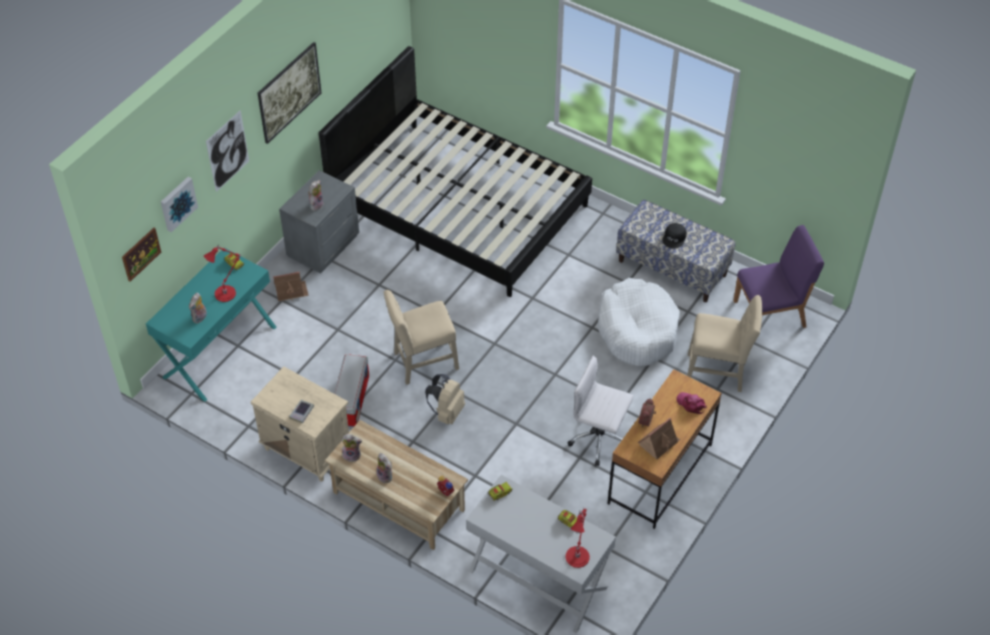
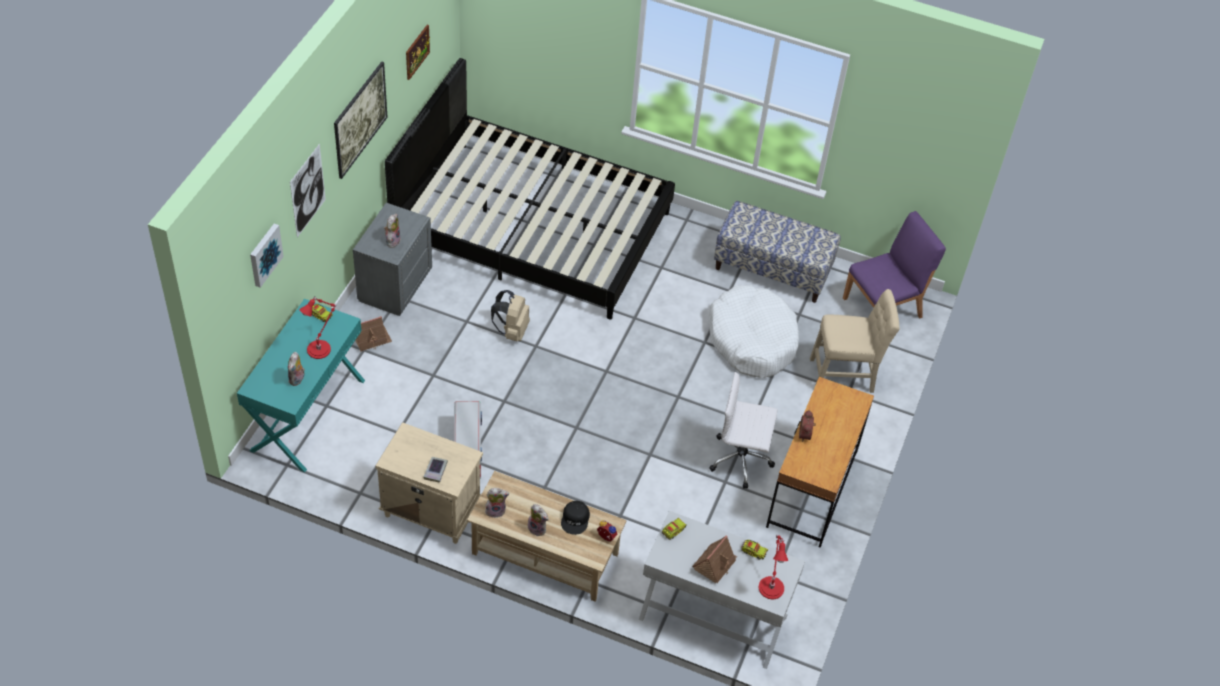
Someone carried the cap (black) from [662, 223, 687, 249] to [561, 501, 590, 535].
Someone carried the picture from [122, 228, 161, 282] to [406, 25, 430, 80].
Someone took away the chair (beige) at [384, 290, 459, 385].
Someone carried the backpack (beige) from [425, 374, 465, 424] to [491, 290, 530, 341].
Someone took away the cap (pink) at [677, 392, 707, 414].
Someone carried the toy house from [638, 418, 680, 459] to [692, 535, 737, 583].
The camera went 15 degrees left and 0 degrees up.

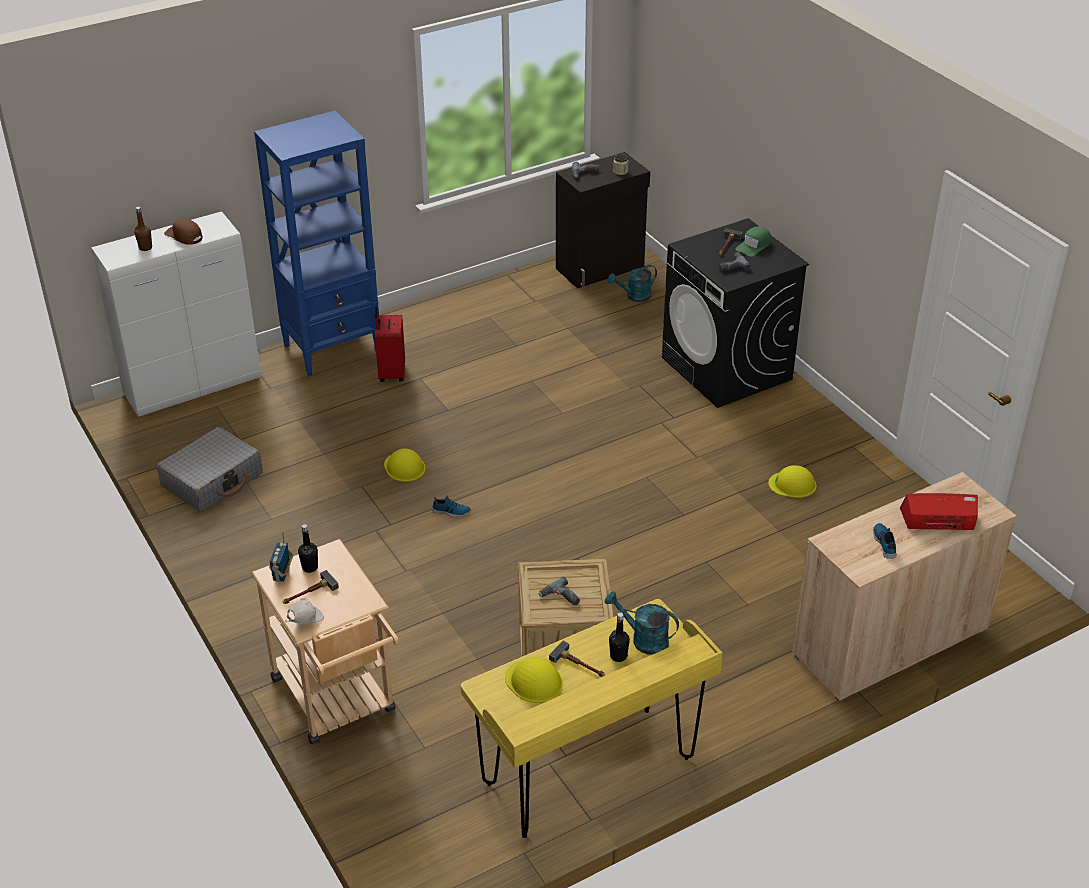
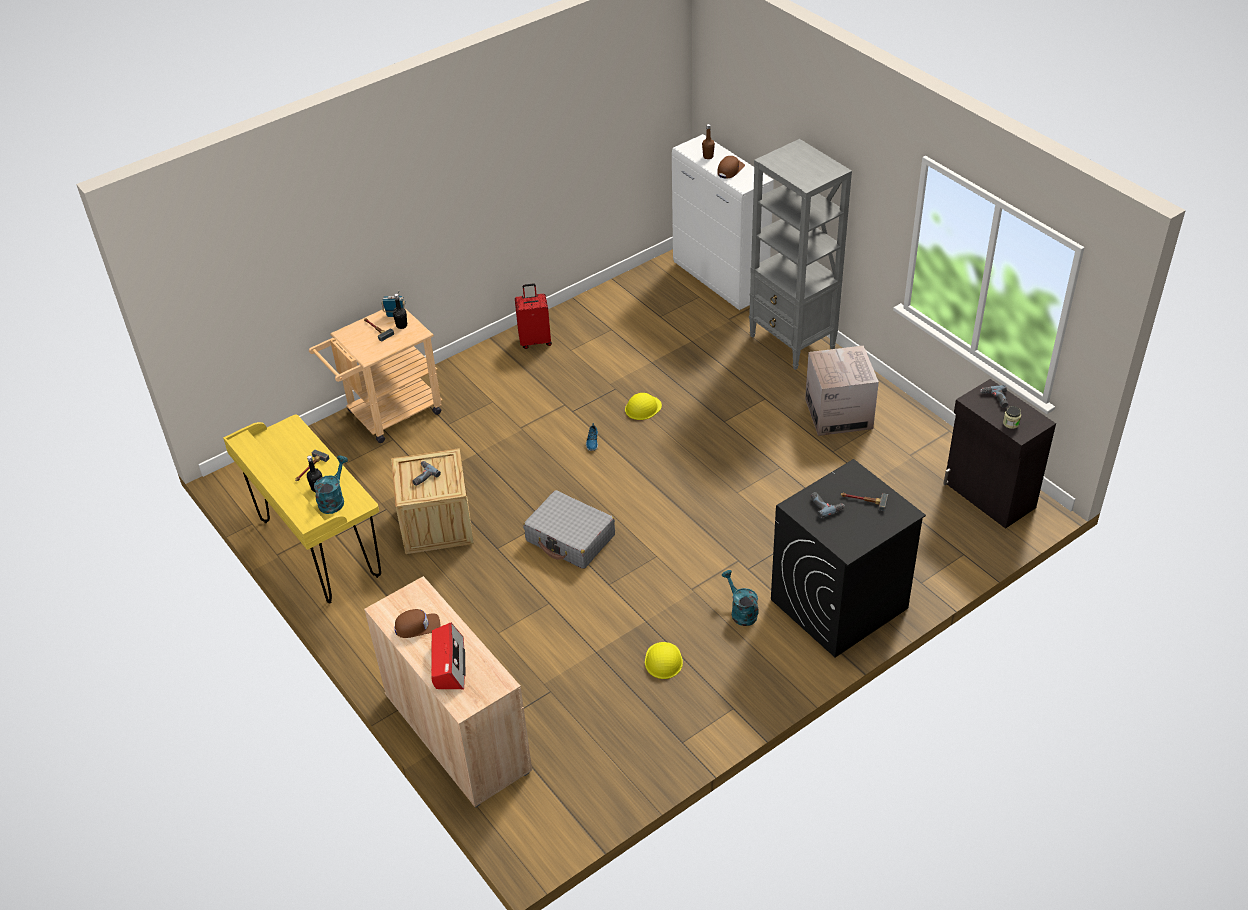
Someone repainted the bookcase (blue) at [254, 111, 379, 376], which became the bookcase (grey) at [749, 139, 852, 370].
Someone took away the cap (green) at [736, 227, 771, 257].
Someone carried the watering can (turquoise) from [608, 265, 657, 302] to [721, 570, 759, 626].
Someone carried the suitcase (red) from [375, 307, 405, 382] to [515, 283, 552, 349].
Someone carried the suitcase (grey) from [156, 427, 263, 512] to [523, 490, 615, 569].
Someone swapped the shoe at [873, 523, 896, 559] for the cap (brown) at [395, 609, 441, 638].
Someone took away the cap (white) at [285, 600, 324, 625].
Someone took away the hard hat (yellow) at [505, 657, 563, 703].
Someone put down the cardboard box at [805, 345, 879, 436].
The camera went 85 degrees right and 5 degrees up.

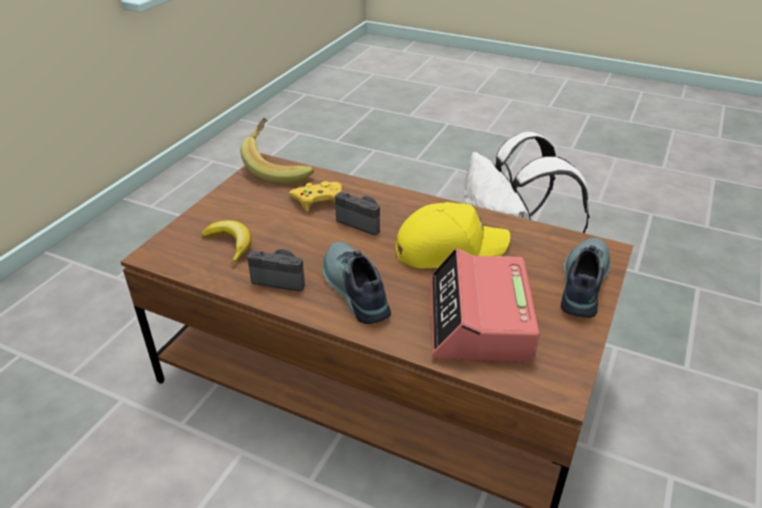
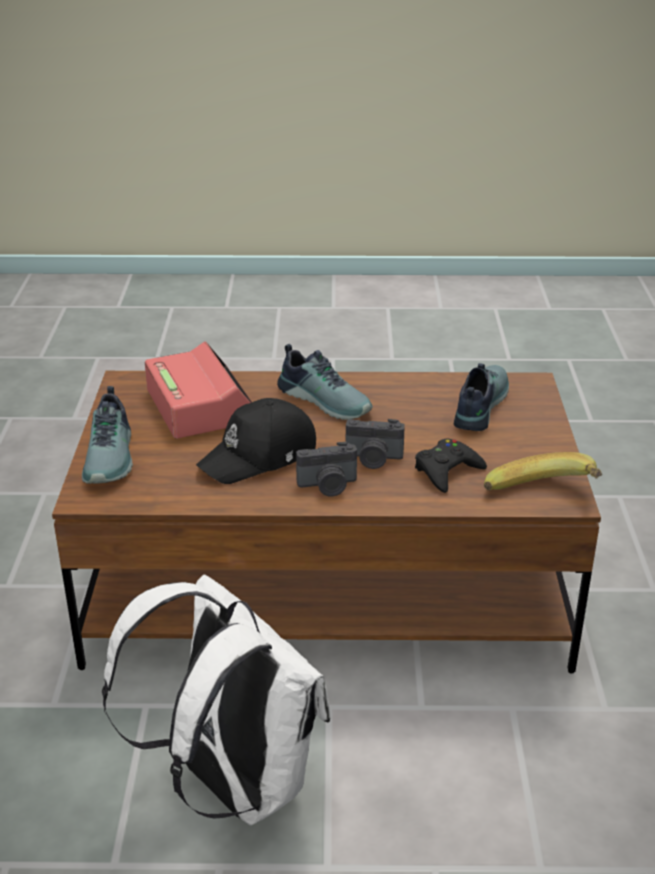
Someone repainted the game controller (yellow) at [289, 181, 342, 211], which became the game controller (black) at [415, 438, 487, 493].
Someone repainted the cap (yellow) at [396, 202, 510, 268], which became the cap (black) at [196, 398, 316, 484].
Someone swapped the banana at [201, 220, 252, 265] for the shoe at [454, 363, 509, 431].
Someone carried the photo camera from [247, 249, 305, 291] to [296, 442, 357, 496].
The camera went 155 degrees right and 5 degrees down.

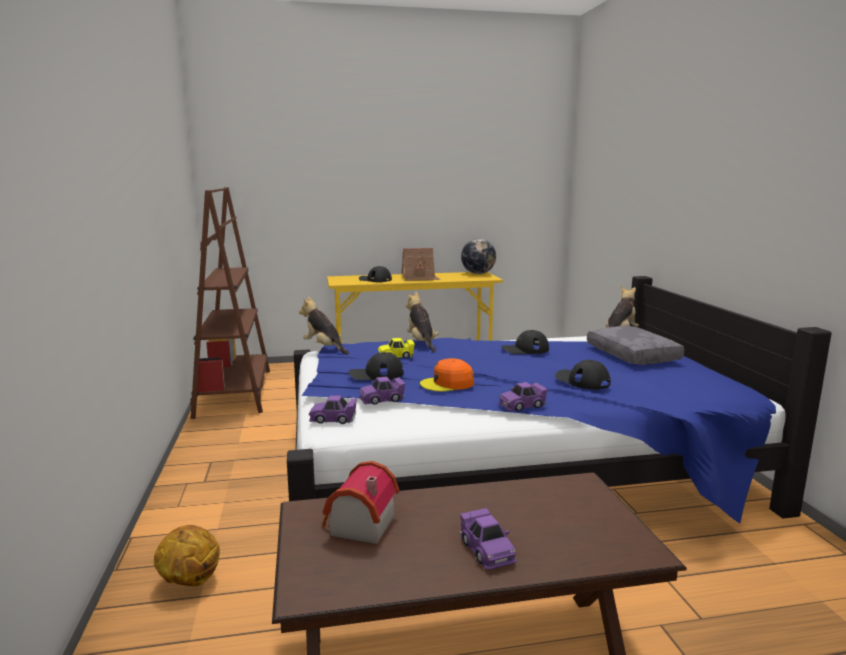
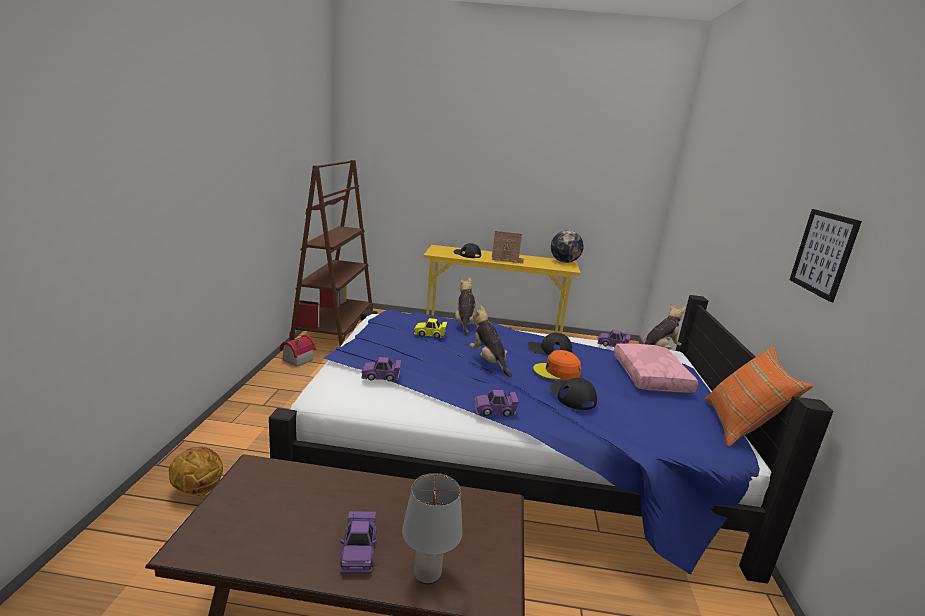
Someone carried the plush toy from [299, 297, 349, 355] to [469, 305, 512, 377].
Someone repainted the pillow (grey) at [587, 326, 684, 365], which became the pillow (pink) at [614, 343, 698, 393].
Someone took away the cap (black) at [349, 352, 404, 380].
Someone carried the cap (orange) from [420, 358, 474, 392] to [533, 350, 581, 380].
Someone carried the toy car (purple) from [309, 395, 357, 424] to [598, 330, 631, 347].
Someone carried the toy house from [322, 461, 399, 544] to [280, 335, 316, 367].
Someone put up the picture at [790, 209, 862, 302].
Someone put down the pillow (orange) at [705, 346, 813, 447].
Someone put down the table lamp (grey) at [402, 473, 463, 584].
The camera went 15 degrees right and 5 degrees up.

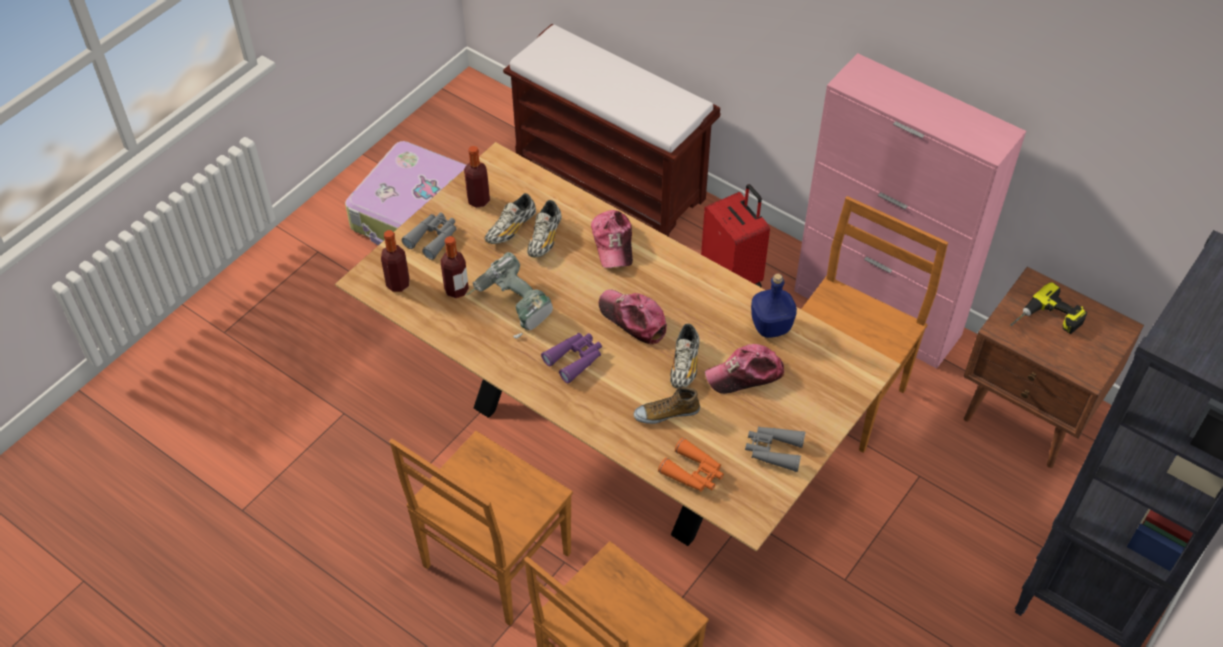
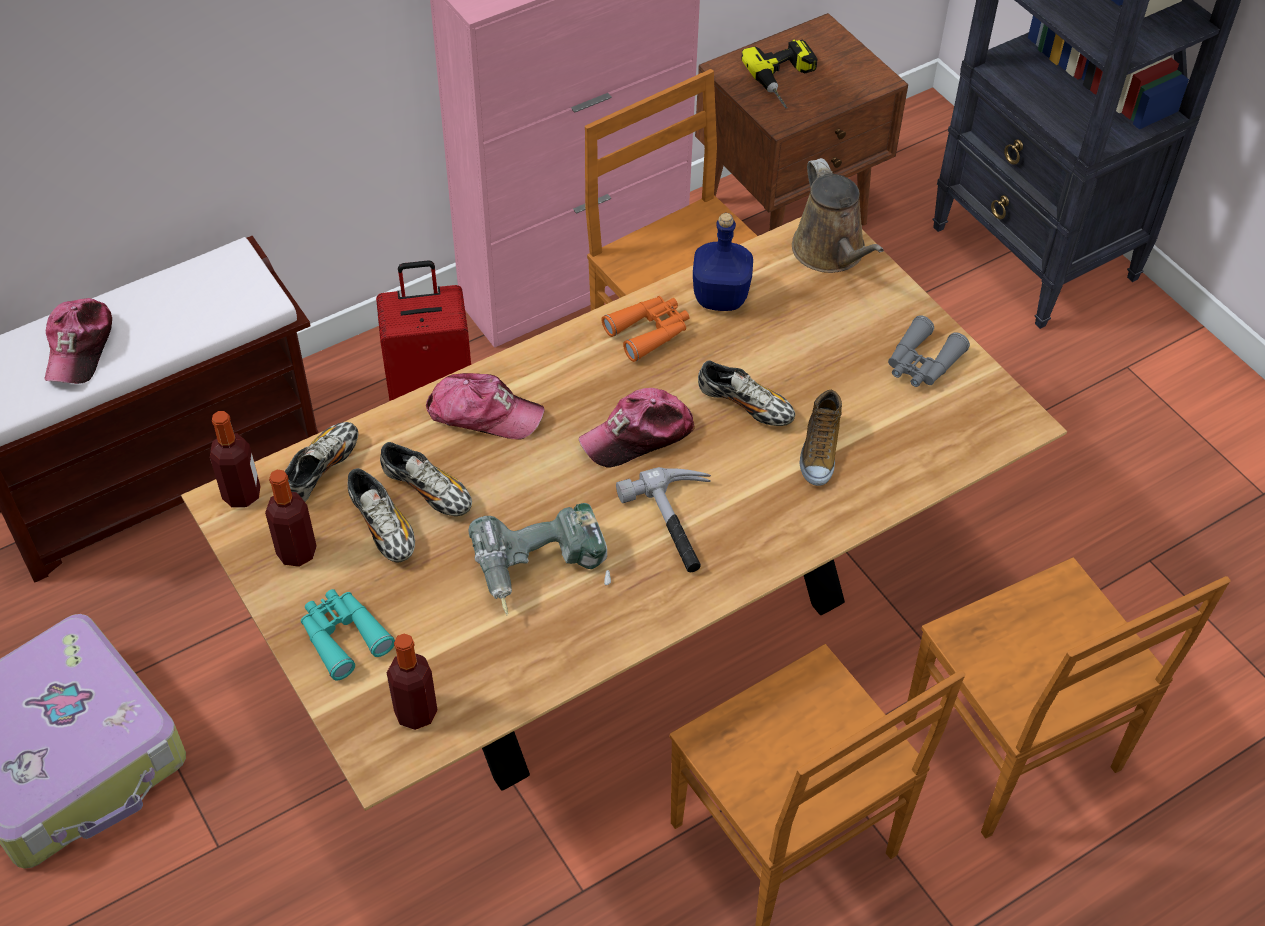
Someone repainted the binoculars (grey) at [401, 212, 456, 260], which became the binoculars (turquoise) at [301, 589, 395, 681].
Someone carried the bottle from [440, 236, 469, 298] to [210, 411, 260, 508].
Someone swapped the binoculars (purple) at [541, 333, 602, 384] for the hammer at [616, 467, 711, 572].
Someone carried the cap from [705, 344, 784, 394] to [44, 298, 112, 384].
Someone carried the binoculars (orange) from [658, 438, 724, 492] to [602, 296, 689, 362].
Someone put down the watering can (brown) at [792, 158, 884, 273].
Someone put down the shoe at [285, 422, 358, 502].
The camera went 70 degrees left and 0 degrees up.

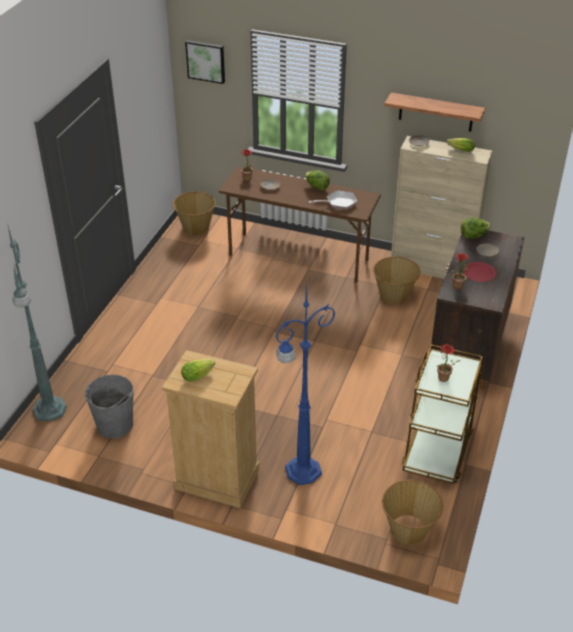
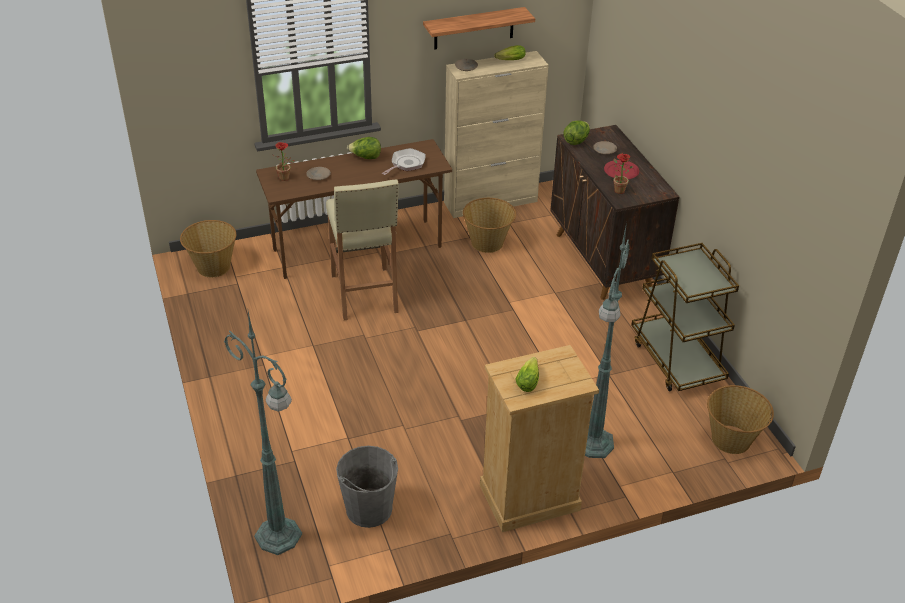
Someone took away the picture at [185, 40, 225, 84].
Someone repainted the floor lamp (blue) at [276, 284, 336, 485], which became the floor lamp (green) at [585, 222, 630, 458].
Someone took away the potted plant at [437, 344, 460, 382].
Someone put down the stool (beige) at [326, 179, 399, 320].
The camera went 40 degrees left and 0 degrees up.

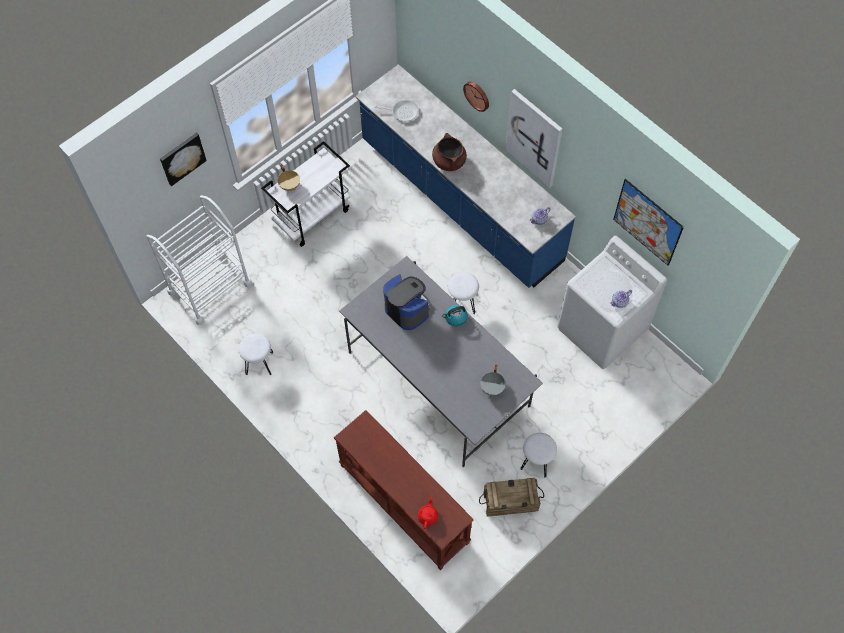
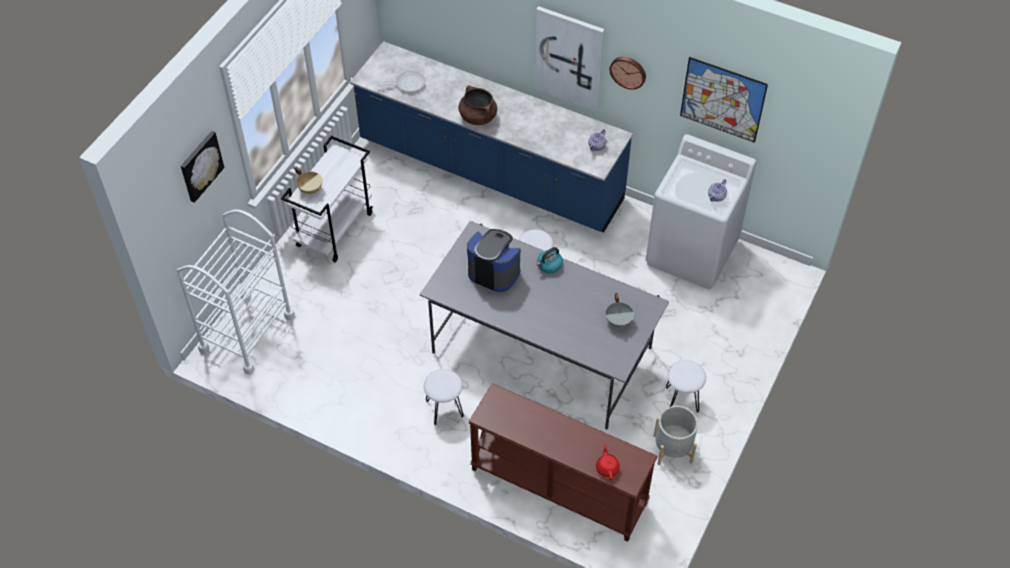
Someone carried the wall clock from [463, 82, 489, 112] to [609, 57, 646, 90].
Someone carried the stool (white) from [239, 334, 273, 375] to [424, 369, 464, 425].
Someone swapped the crate at [479, 478, 544, 517] for the planter (grey) at [654, 406, 698, 465].
The camera went 20 degrees left and 10 degrees down.

